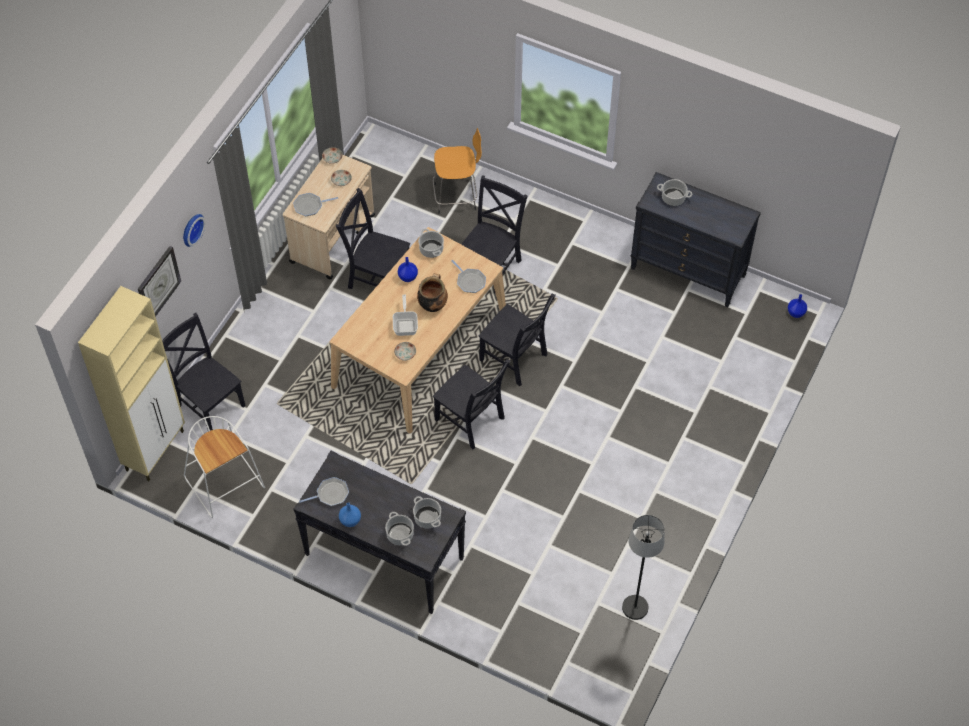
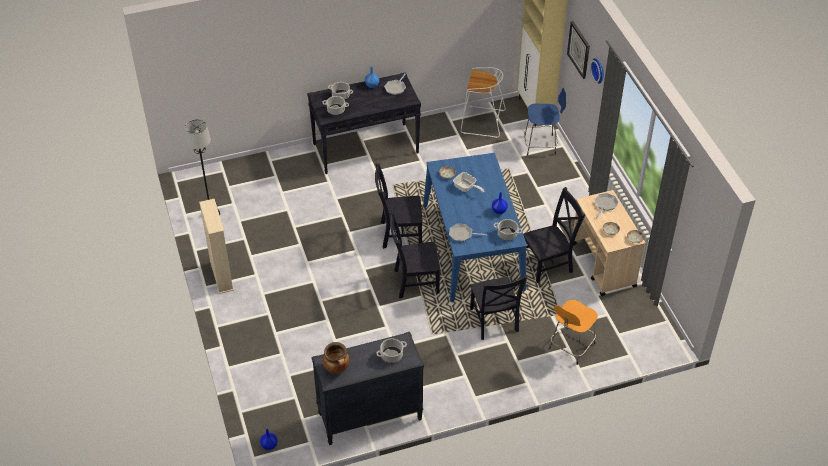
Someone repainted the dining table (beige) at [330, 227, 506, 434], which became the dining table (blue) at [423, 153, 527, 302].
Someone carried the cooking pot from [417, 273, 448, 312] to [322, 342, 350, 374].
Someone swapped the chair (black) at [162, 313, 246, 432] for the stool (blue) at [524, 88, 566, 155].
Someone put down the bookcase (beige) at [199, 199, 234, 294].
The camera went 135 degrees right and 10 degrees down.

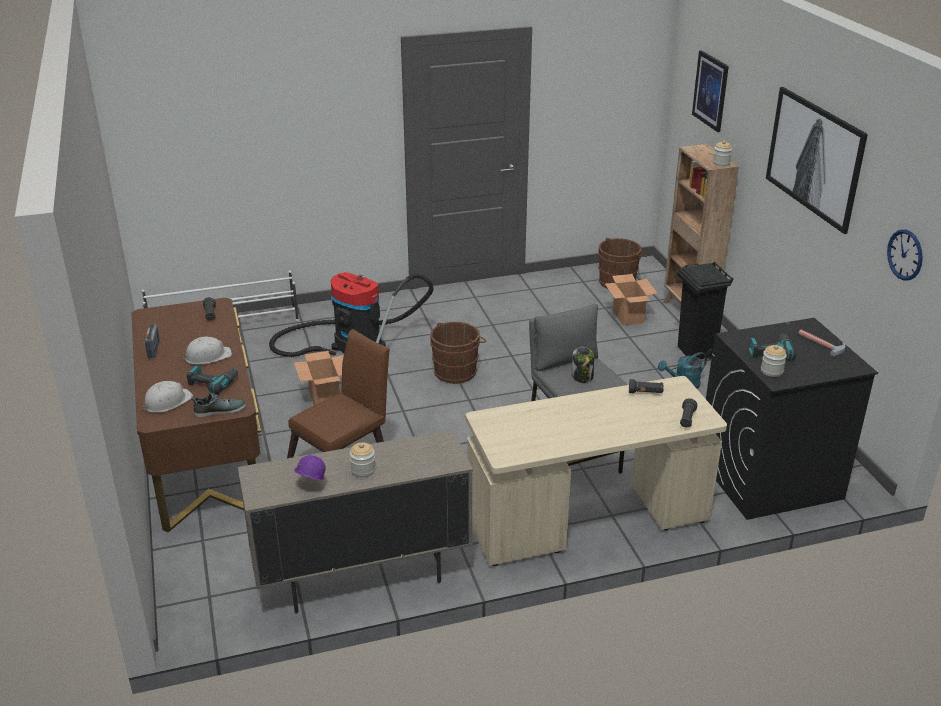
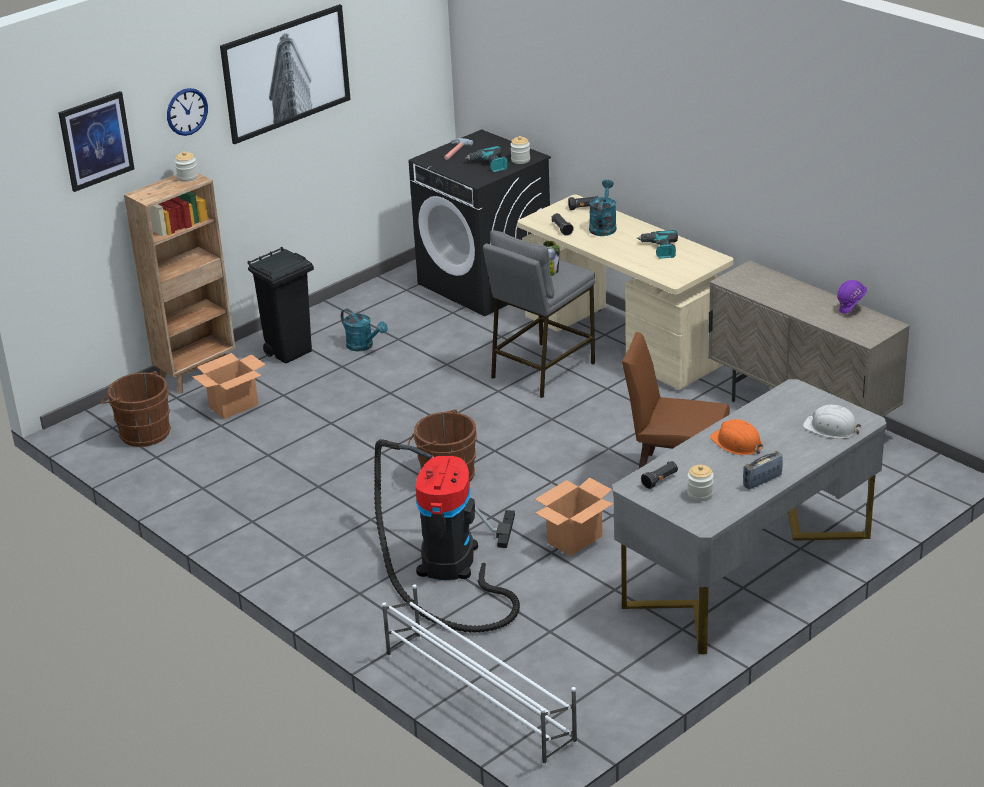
Someone carried the wall clock from [887, 229, 923, 280] to [167, 88, 208, 136].
Someone repainted the desk (brown) at [132, 298, 262, 532], which became the desk (grey) at [612, 379, 887, 654].
Someone repainted the hard hat (white) at [182, 337, 232, 365], which became the hard hat (orange) at [710, 419, 763, 455].
Someone carried the power drill from [187, 365, 239, 395] to [637, 230, 678, 259].
Someone took away the shoe at [191, 393, 246, 417].
Someone carried the jar from [350, 442, 375, 478] to [687, 465, 714, 501].
Someone put down the watering can (turquoise) at [589, 180, 616, 236].
The camera went 115 degrees left and 0 degrees up.

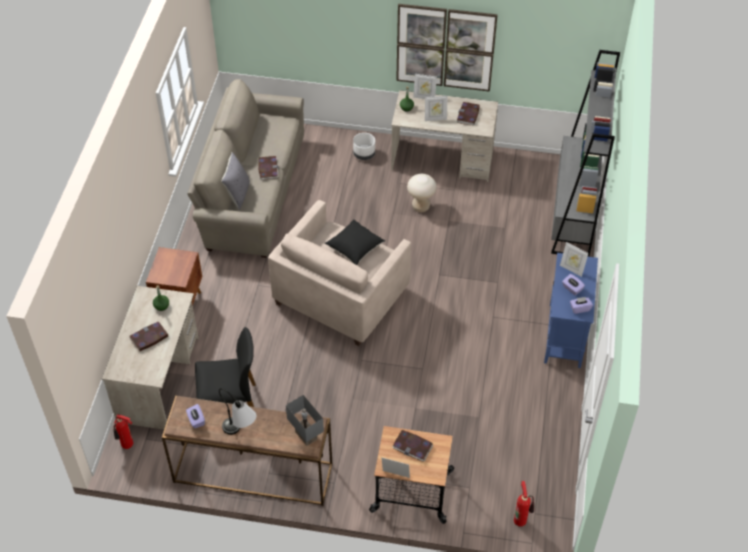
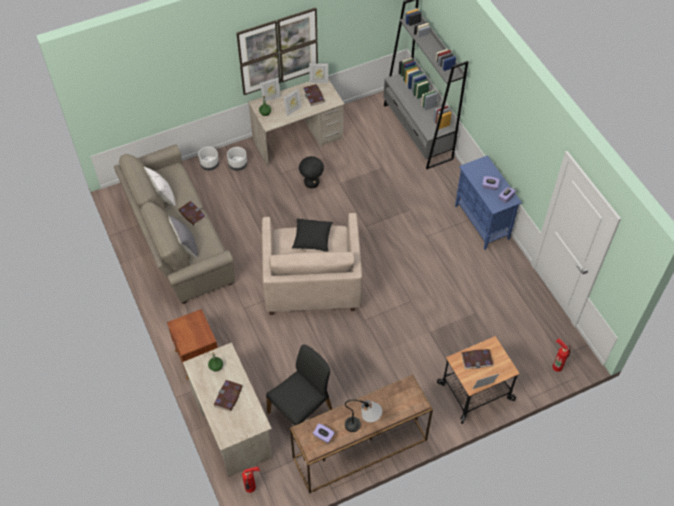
Someone repainted the stool (beige) at [407, 174, 437, 212], which became the stool (black) at [299, 156, 324, 188].
Someone carried the picture frame from [560, 242, 589, 277] to [309, 63, 328, 83].
Someone took away the table lamp (grey) at [286, 395, 324, 446].
Someone put down the planter (white) at [198, 147, 219, 171].
Someone put down the pillow (white) at [144, 167, 176, 206].
The camera went 35 degrees left and 5 degrees up.

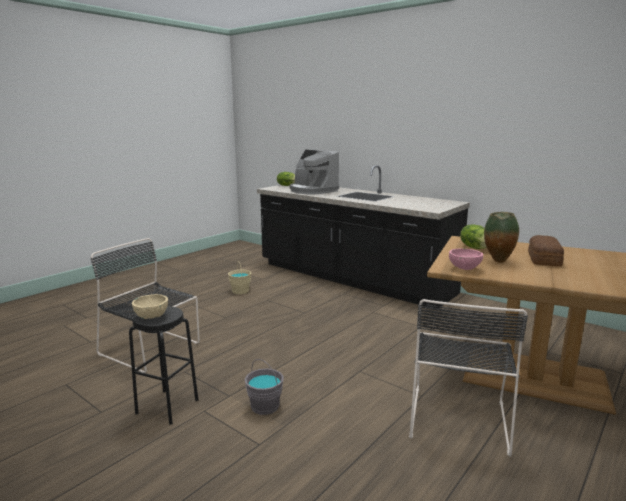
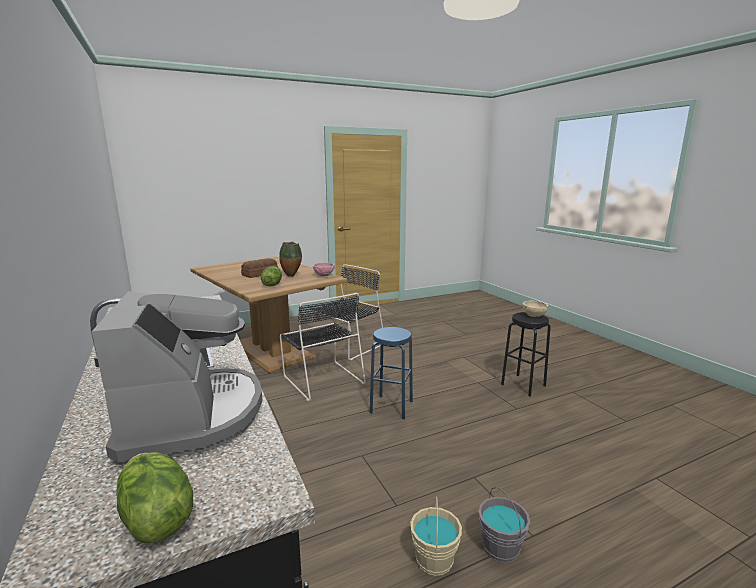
Someone carried the chair (black) from [91, 238, 200, 373] to [280, 293, 366, 401].
Someone carried the bucket (grey) from [245, 359, 284, 415] to [478, 487, 530, 563].
Someone put down the stool (blue) at [370, 327, 413, 419].
The camera went 155 degrees left and 0 degrees up.

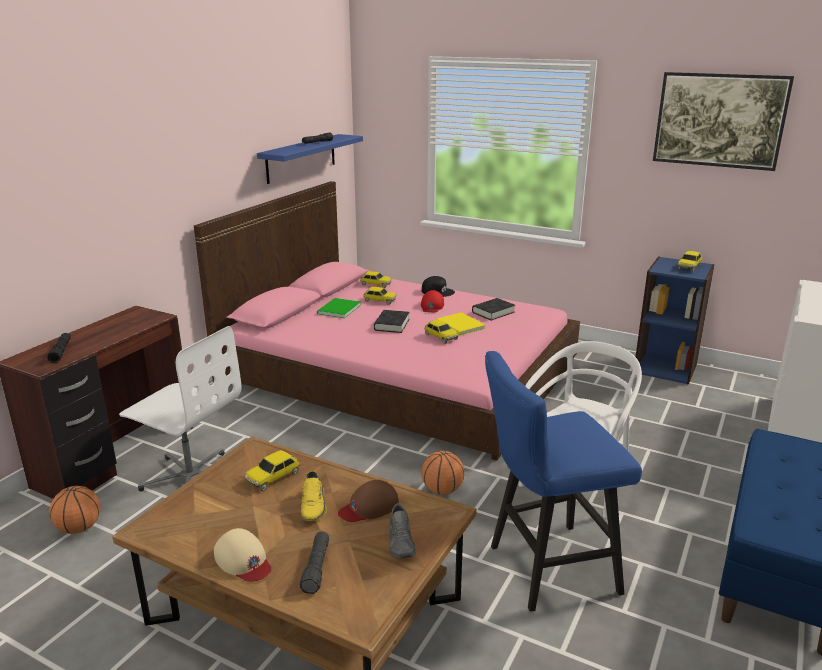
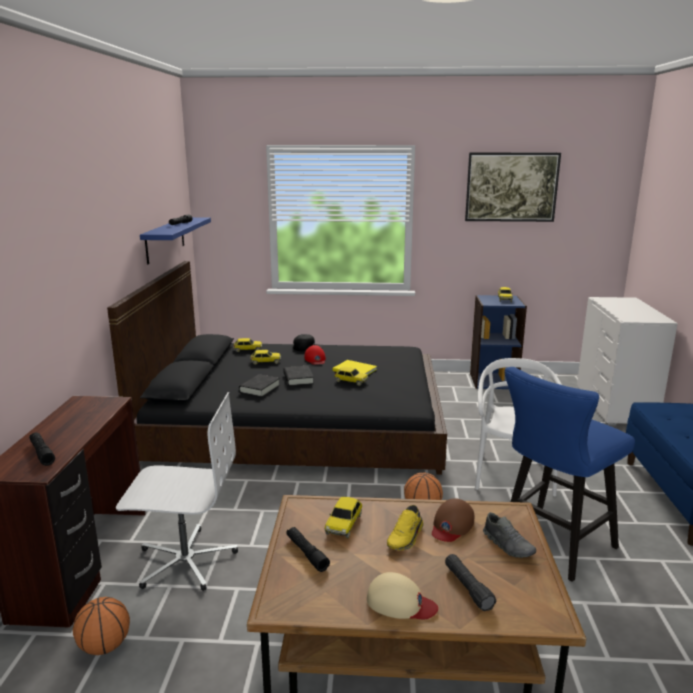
Someone repainted the bed (pink) at [194, 181, 580, 461], which became the bed (black) at [107, 261, 447, 475].
Someone took away the book (green) at [317, 298, 361, 318].
Someone carried the book (black) from [472, 298, 515, 321] to [239, 374, 280, 397].
Someone rotated the shoe (yellow) at [301, 471, 327, 521] by 60 degrees clockwise.
Someone put down the flashlight (black) at [286, 527, 330, 572].
The camera went 25 degrees left and 5 degrees down.

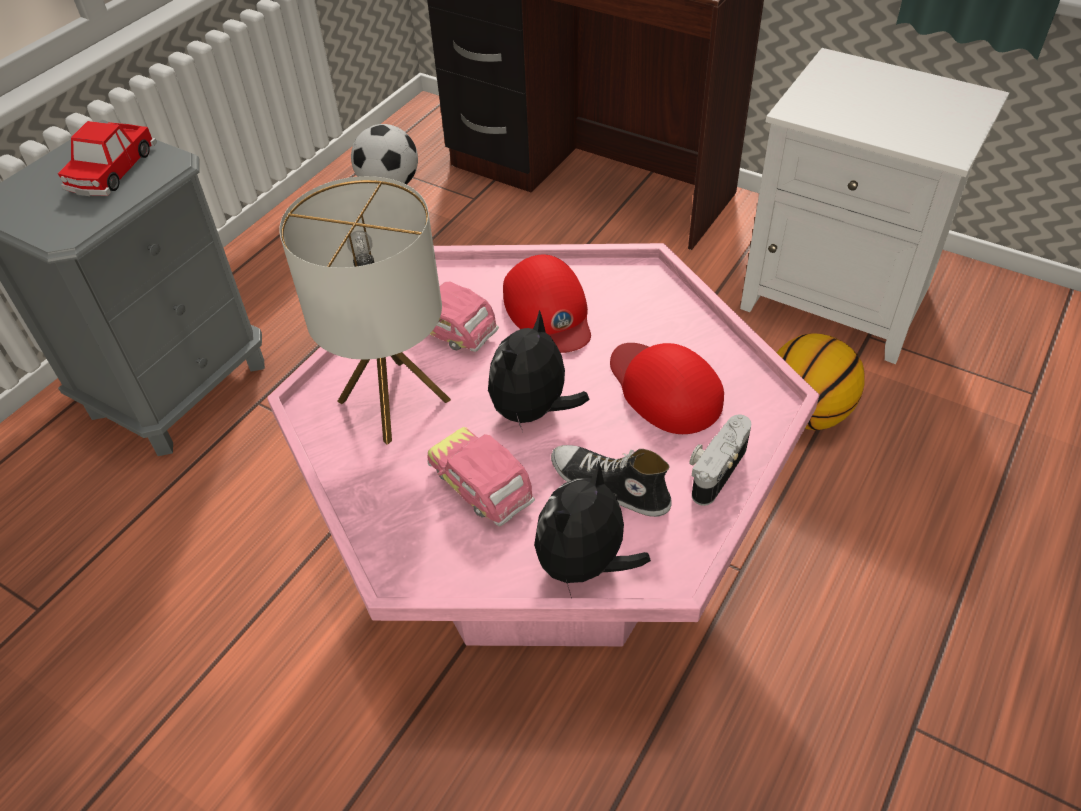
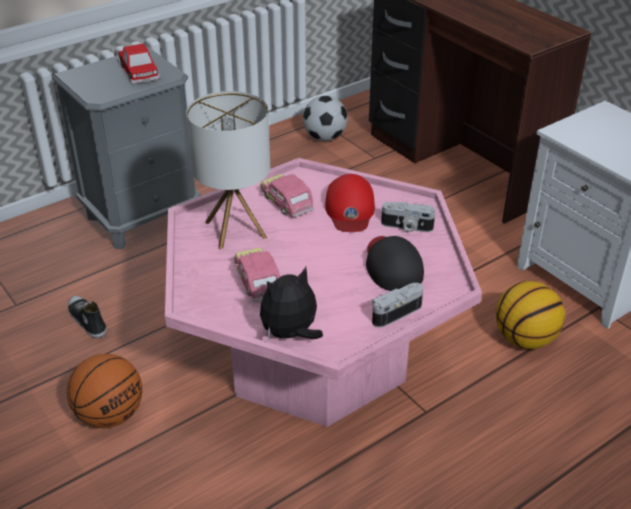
Someone rotated the toy car at [58, 121, 157, 196] by 60 degrees counterclockwise.
Someone took away the plush toy at [488, 310, 590, 432].
Someone repainted the cap (red) at [610, 343, 724, 434], which became the cap (black) at [366, 236, 424, 291].
Someone carried the shoe from [551, 445, 671, 517] to [68, 296, 107, 338].
Someone put down the photo camera at [381, 202, 435, 232].
Someone put down the basketball at [67, 354, 142, 428].
The camera went 20 degrees right and 10 degrees down.

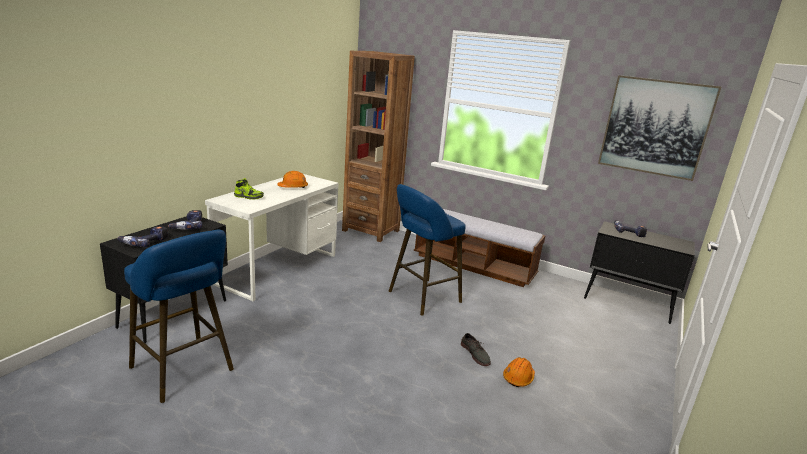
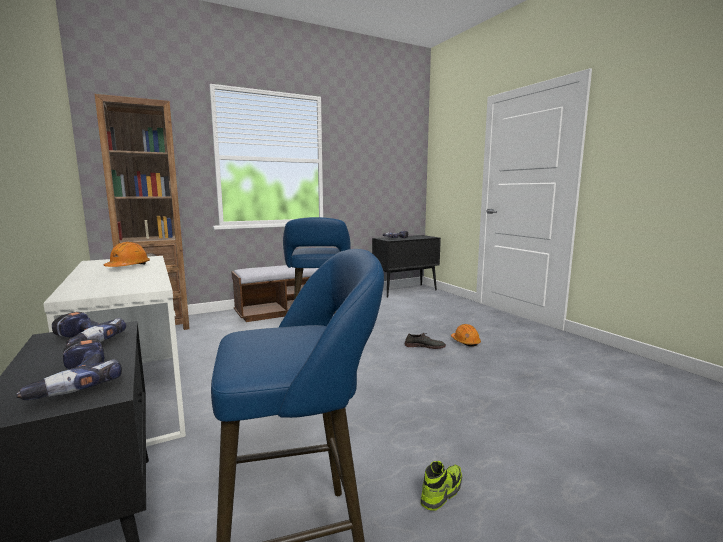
Someone took away the picture at [598, 75, 721, 181].
Someone carried the shoe from [234, 178, 264, 200] to [421, 461, 462, 511].
The camera went 55 degrees left and 10 degrees down.

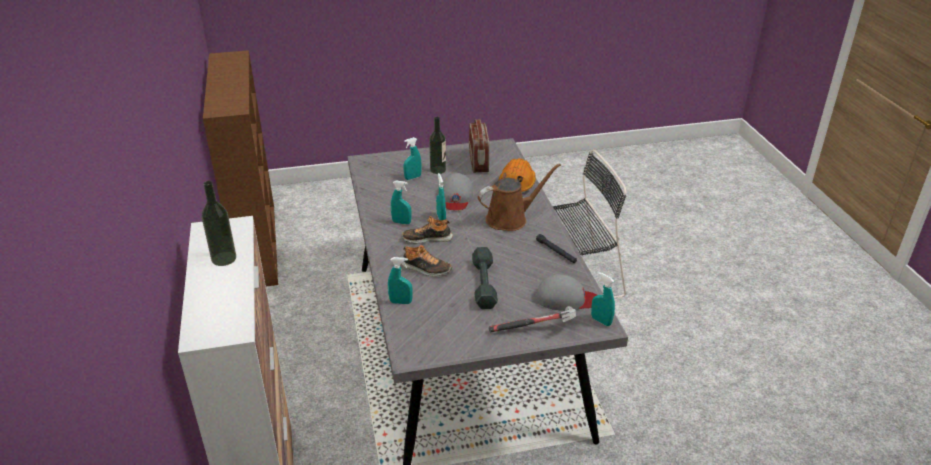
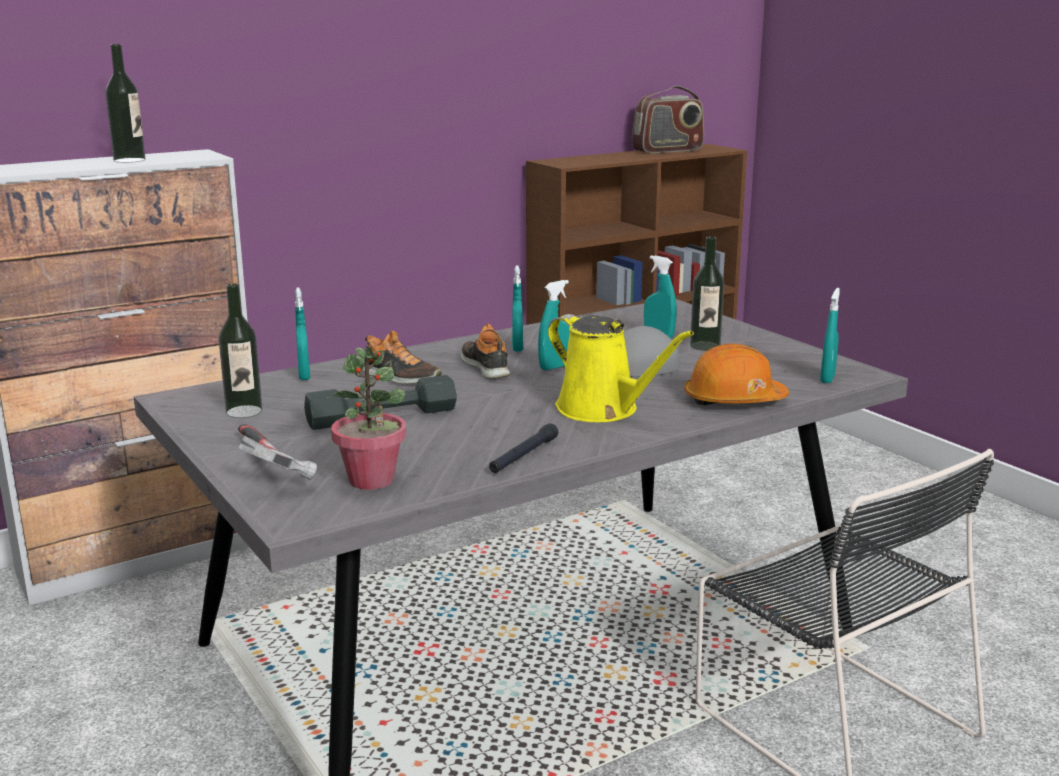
Someone carried the radio from [469, 119, 489, 173] to [632, 86, 704, 153].
Someone repainted the watering can (brown) at [478, 163, 561, 231], which became the watering can (yellow) at [548, 314, 694, 422].
Someone rotated the shoe at [402, 245, 452, 276] by 60 degrees counterclockwise.
Someone carried the spray bottle (turquoise) from [591, 272, 615, 326] to [820, 288, 840, 383].
Someone swapped the cap (grey) at [536, 275, 597, 311] for the potted plant at [331, 346, 406, 490].
Someone put down the bottle at [219, 284, 262, 418].
The camera went 70 degrees right and 15 degrees down.

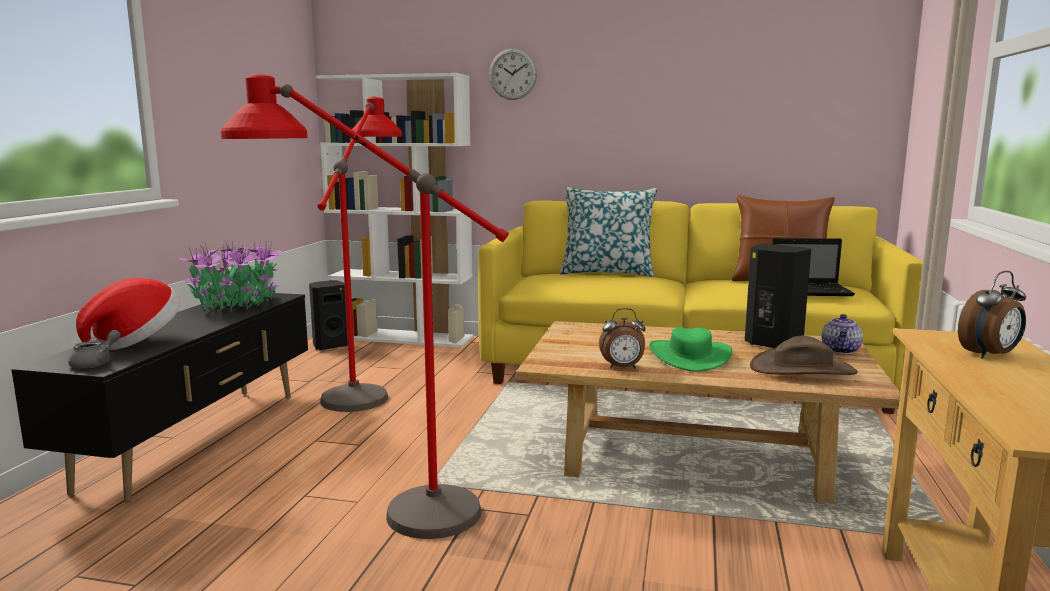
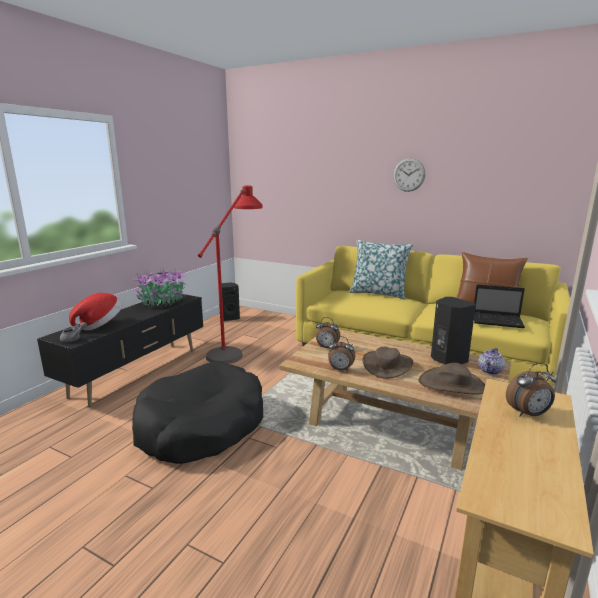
Someone carried the wall clock from [489, 48, 537, 100] to [393, 158, 425, 192].
Someone took away the bookcase (white) at [316, 73, 474, 348].
Someone swapped the floor lamp (red) at [221, 74, 509, 539] for the dog bed (black) at [132, 362, 263, 464].
Someone repainted the hat (green) at [649, 327, 733, 372], which became the hat (brown) at [363, 347, 413, 379].
Someone put down the alarm clock at [316, 317, 340, 348].
The camera went 15 degrees right and 5 degrees up.

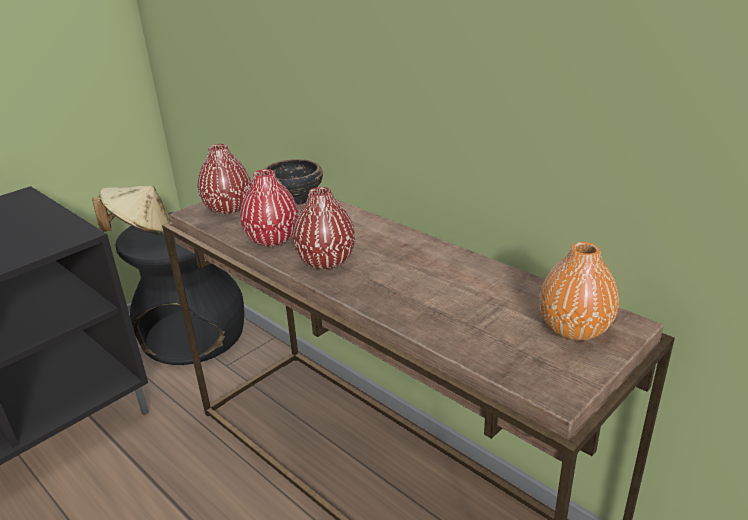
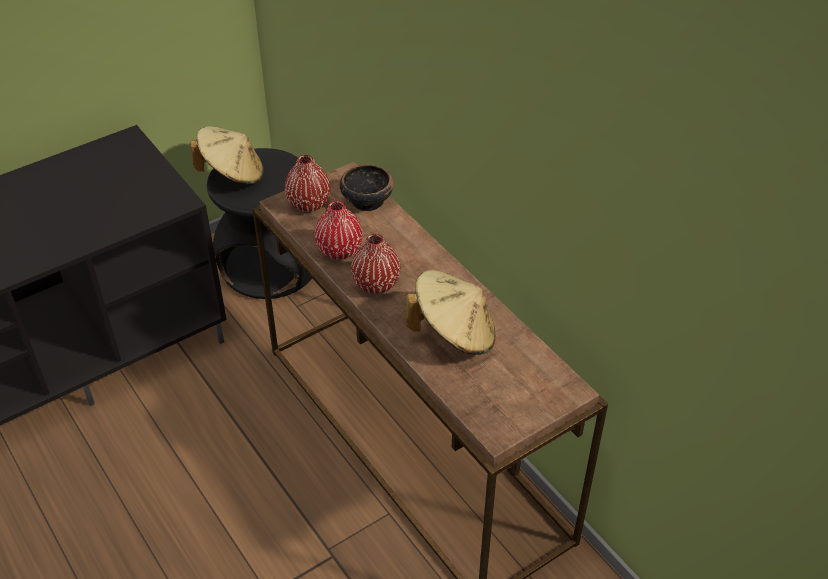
Someone took away the vase (orange) at [539, 242, 619, 341].
Someone put down the hat (beige) at [406, 270, 495, 355].
The camera went 10 degrees right and 15 degrees up.

